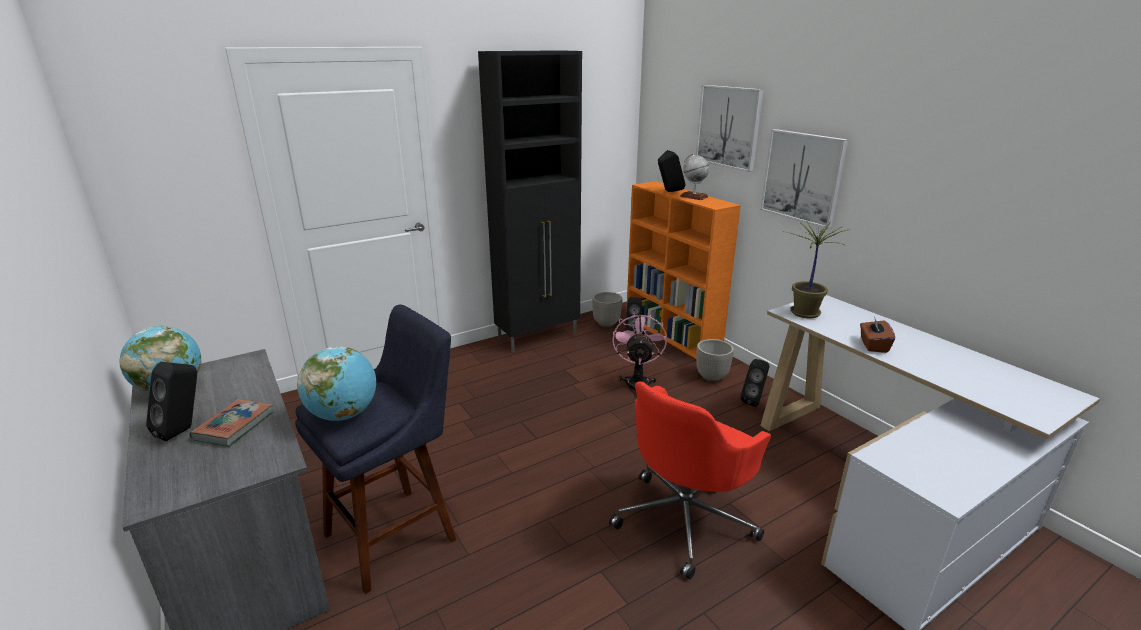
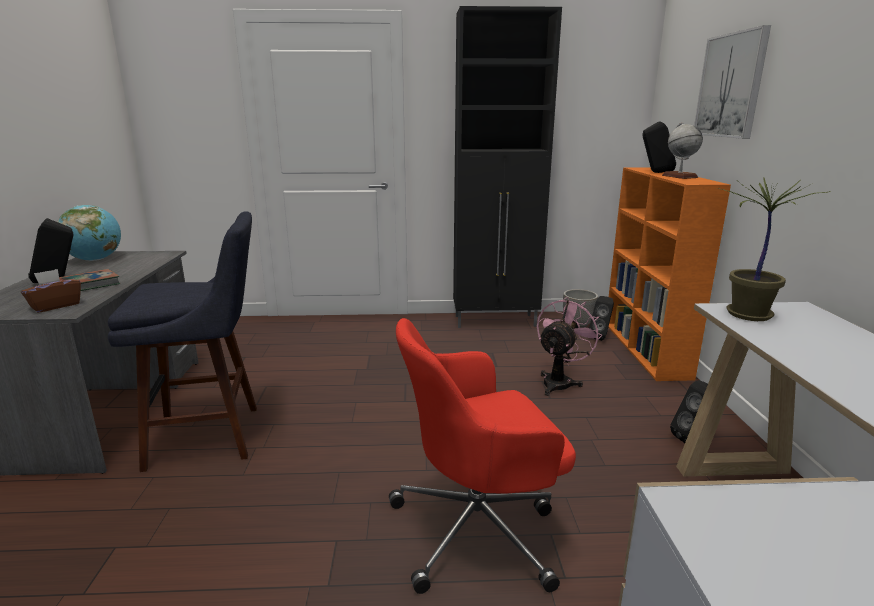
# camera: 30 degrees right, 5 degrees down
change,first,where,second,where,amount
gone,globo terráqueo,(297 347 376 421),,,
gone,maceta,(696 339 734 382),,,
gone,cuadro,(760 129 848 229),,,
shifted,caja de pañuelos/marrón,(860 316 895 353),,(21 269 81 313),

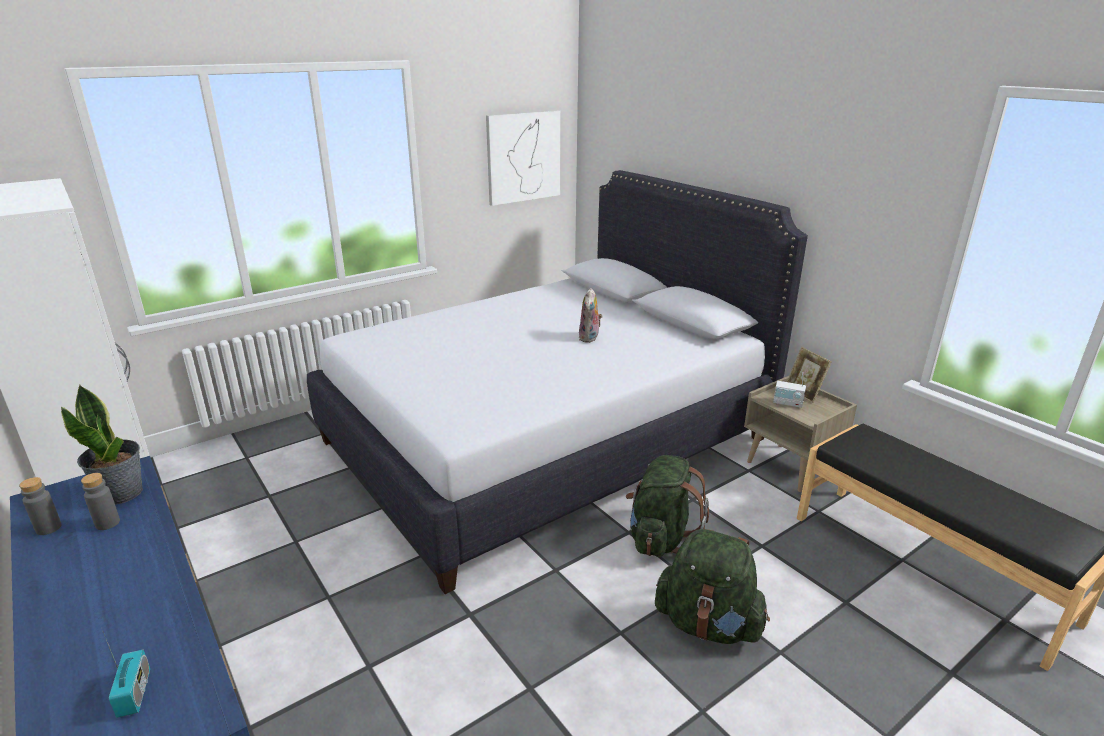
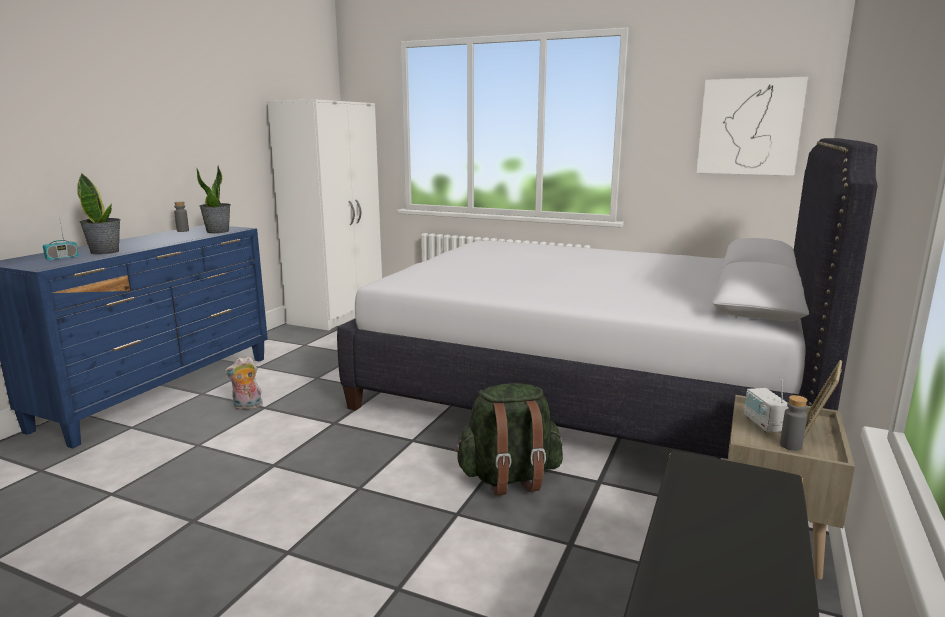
# camera: 60 degrees right, 10 degrees down
change,first,where,second,where,amount
gone,mochila/verde,(655 529 770 644),,,
new,,,planta en maceta,(77 173 121 254),
shifted,botella/gris,(81 473 120 530),,(780 395 808 451),
shifted,peluche,(579 288 603 343),,(224 356 263 410),

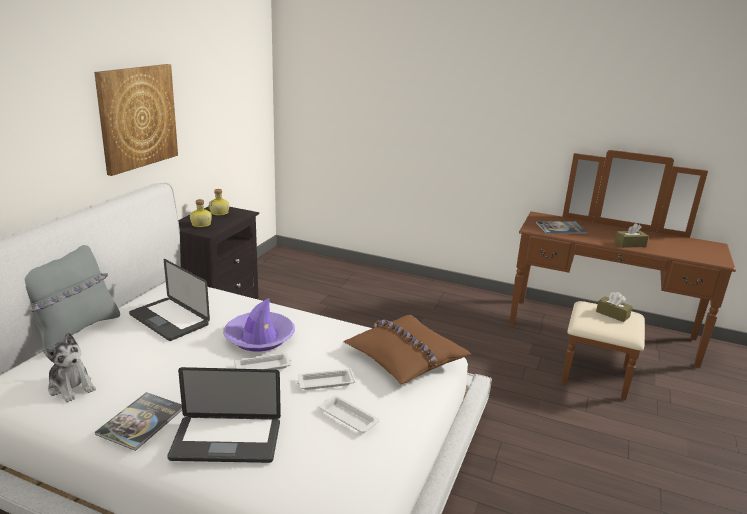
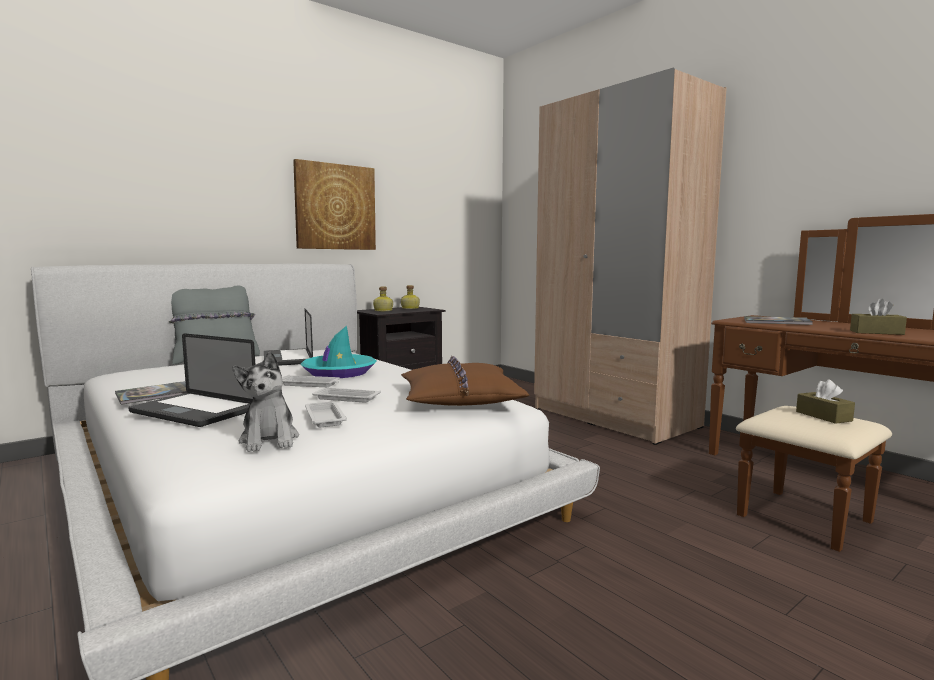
# camera: 30 degrees right, 15 degrees down
change,first,where,second,where,amount
new,,,armario ropero/beis,(534 67 727 445),
shifted,peluche,(43 332 96 402),,(233 351 299 452),
repainted,sombrero/morado,(223 298 295 352),sombrero/turquesa,(301 326 376 378),

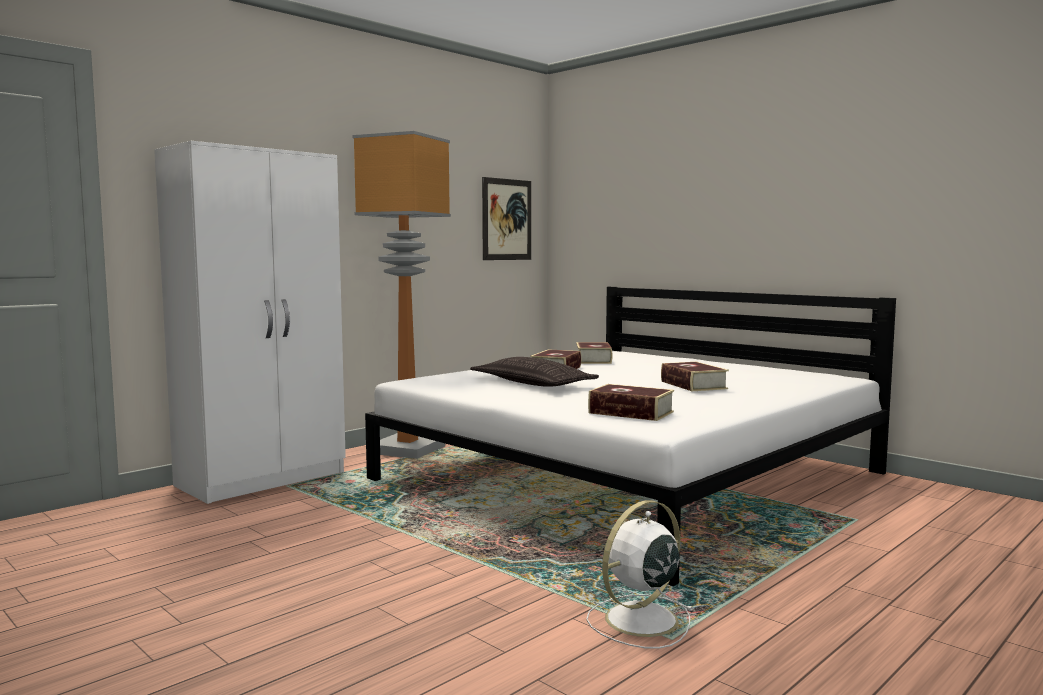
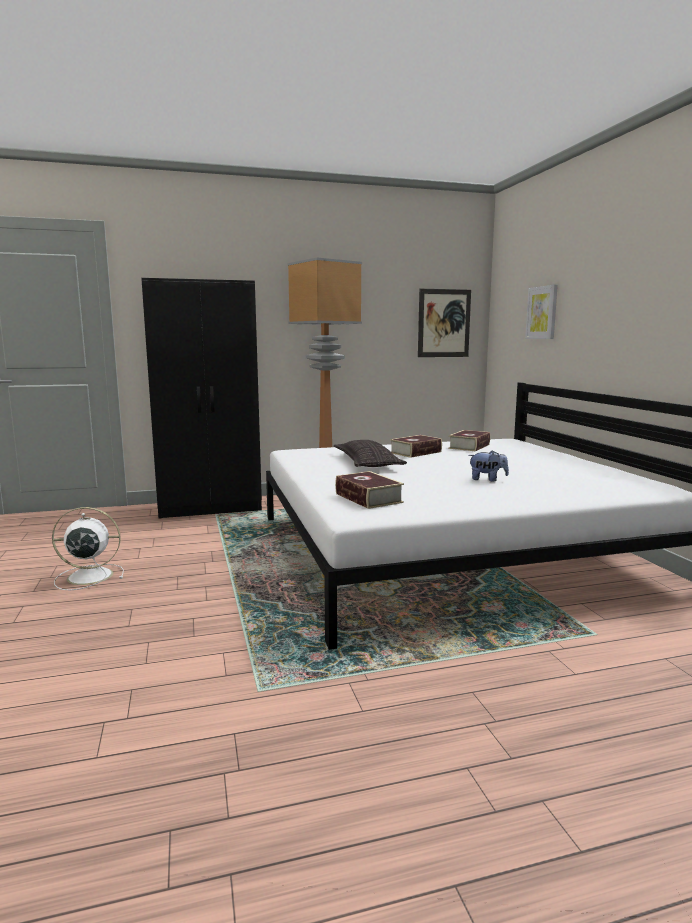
# camera: 30 degrees right, 5 degrees up
change,first,where,second,where,amount
new,,,cuadro,(525 284 558 339),
shifted,ventilador/blanco,(586 500 694 649),,(52 507 124 590),
swapped,libro,(661 362 729 391),peluche,(468 450 509 482),
repainted,armario ropero/blanco,(154 141 346 504),armario ropero/negro,(141 278 262 519),

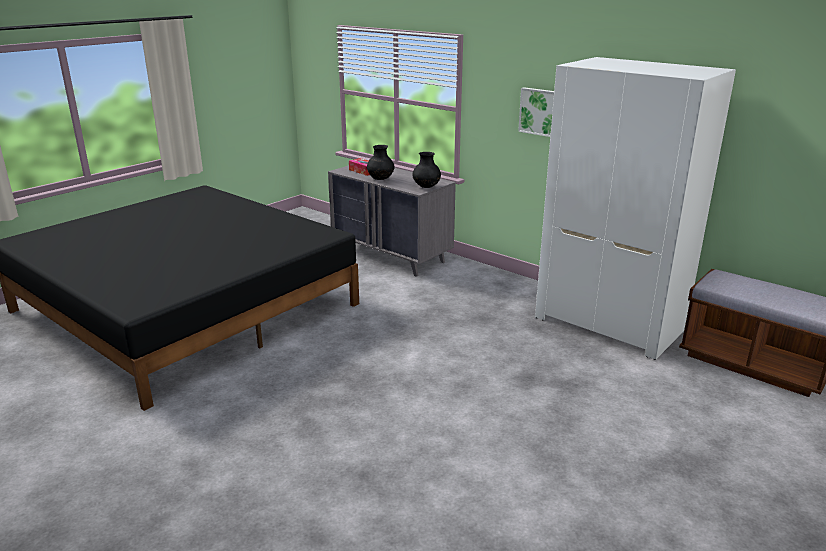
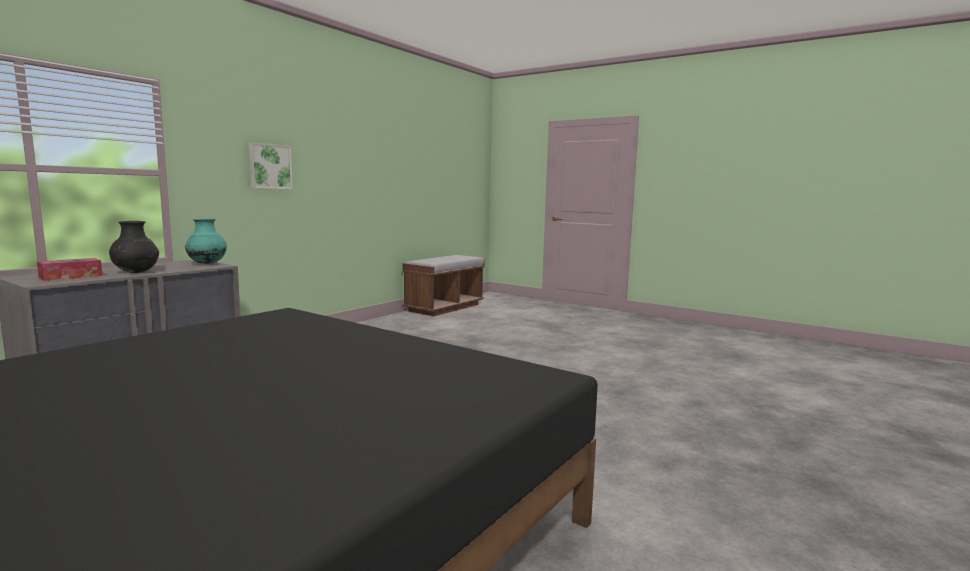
# camera: 95 degrees left, 15 degrees down
change,first,where,second,where,amount
gone,armario ropero/blanco,(535 57 736 360),,,
repainted,florero/negro,(412 152 441 188),florero/turquesa,(185 218 227 264),

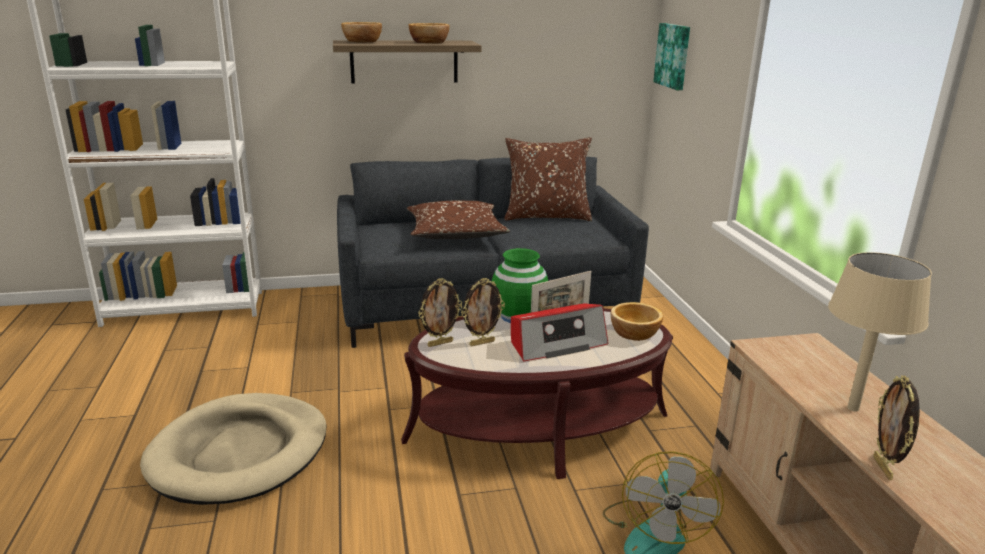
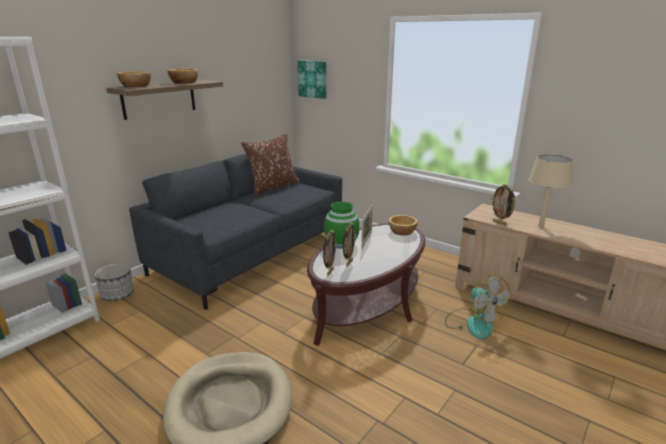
# camera: 40 degrees left, 0 degrees up
change,first,where,second,where,amount
gone,cojín/marrón,(407 201 510 239),,,
gone,radio,(511 303 608 361),,,
new,,,maceta,(94 263 134 301),
shifted,portarretratos,(873 376 920 480),,(491 184 516 226),

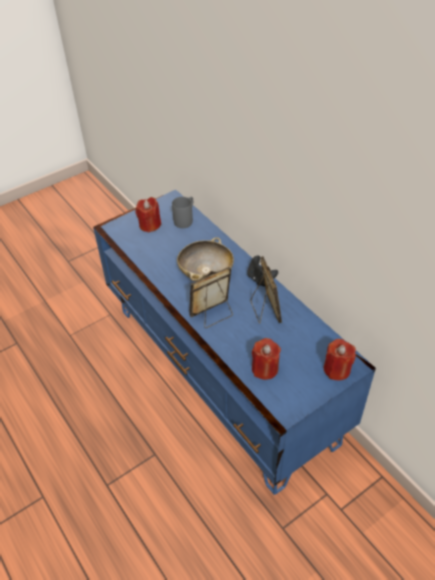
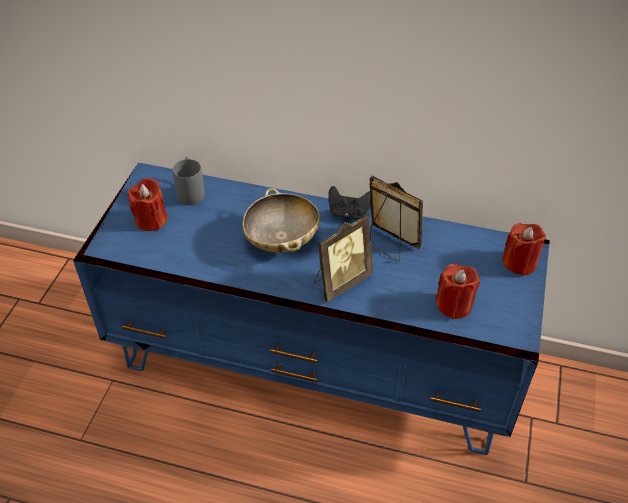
# camera: 40 degrees left, 0 degrees up
change,first,where,second,where,amount
rotated,portarretratos,(189 267 233 328),,(314 213 373 303),150 degrees counterclockwise

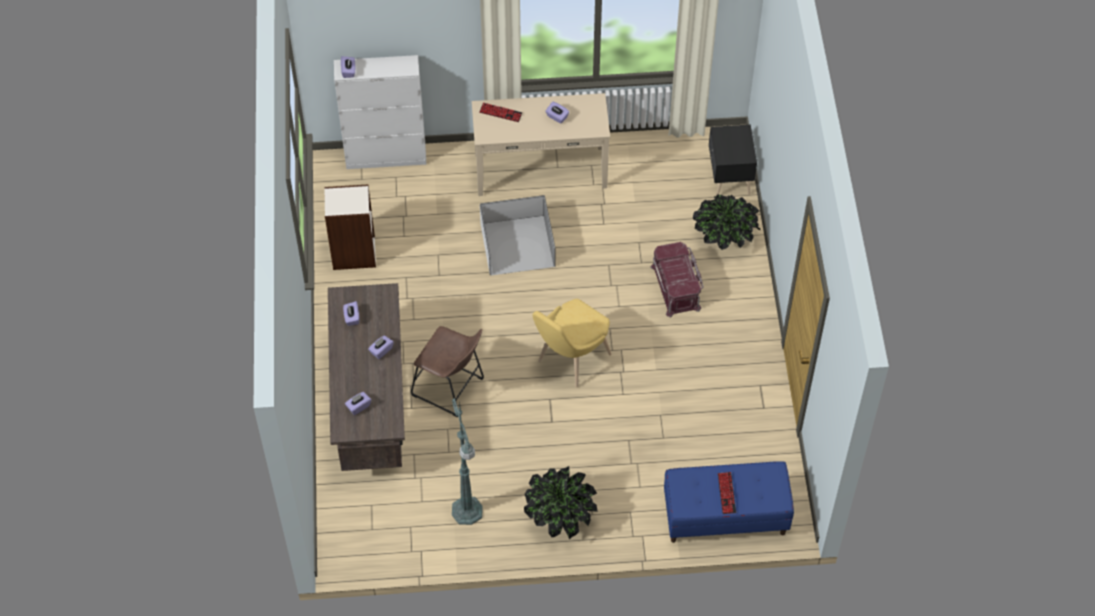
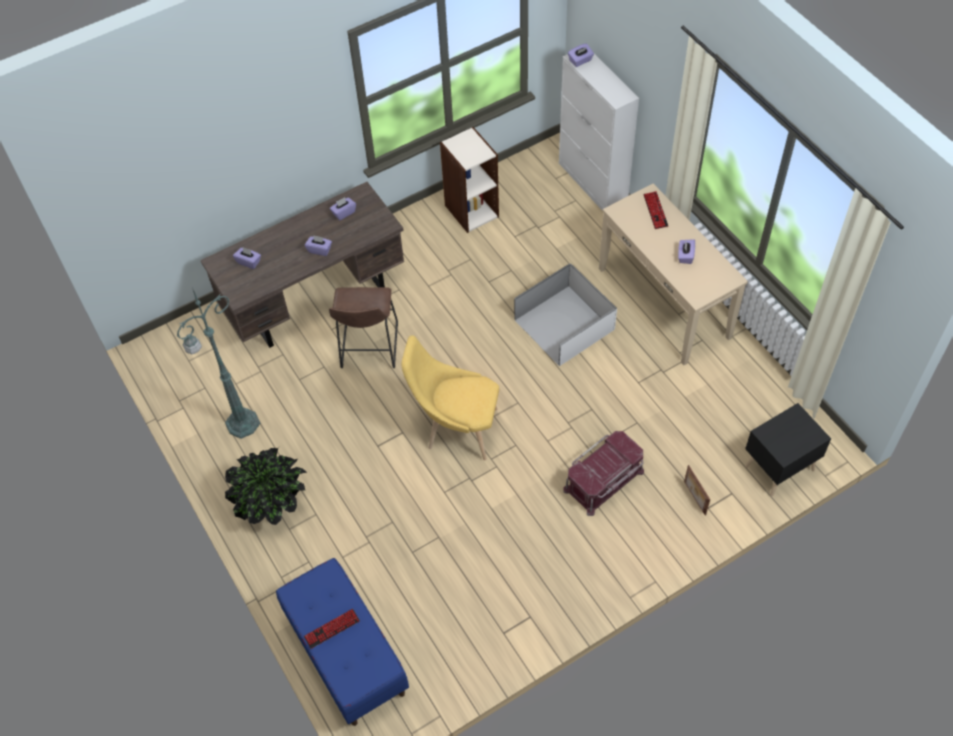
# camera: 65 degrees right, 0 degrees up
change,first,where,second,where,amount
swapped,planta en maceta,(693 195 760 250),portarretratos,(684 465 710 516),

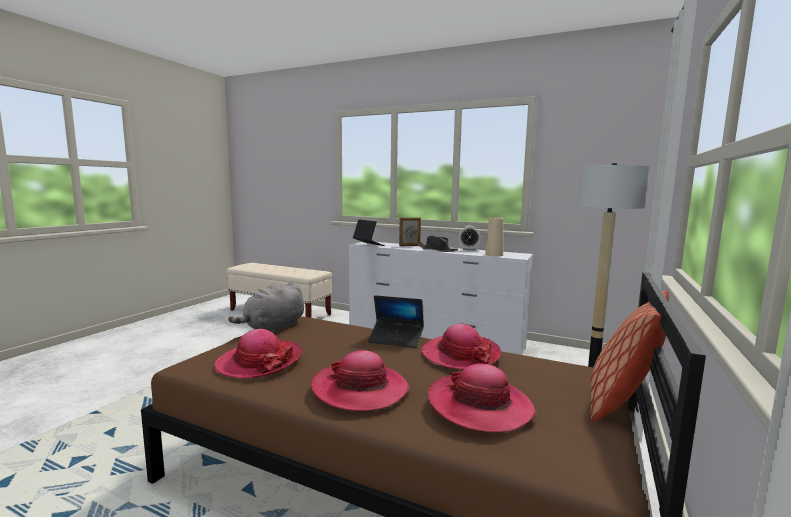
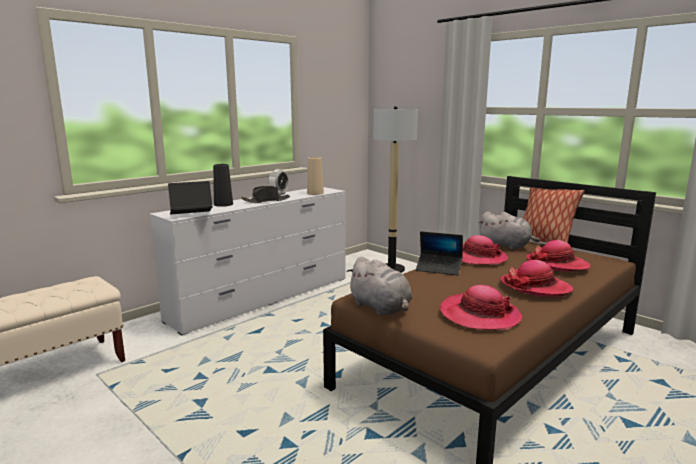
# camera: 70 degrees left, 5 degrees up
change,first,where,second,where,amount
new,,,peluche/gris,(478 211 540 250),
swapped,portarretratos,(399 218 421 246),florero/negro,(213 164 233 207),
rotated,portátil,(368 295 424 348),,(416 231 463 275),75 degrees clockwise

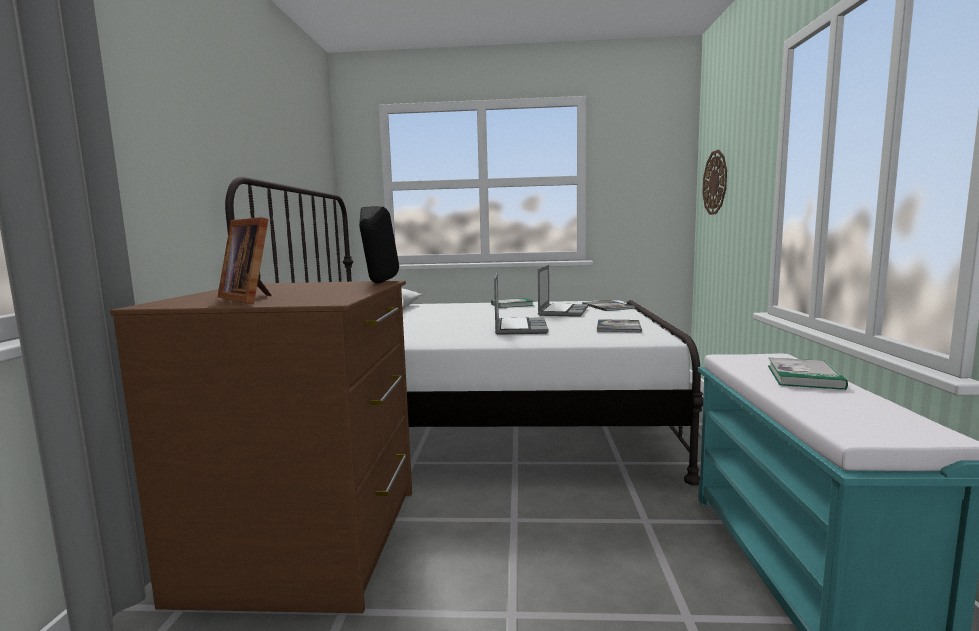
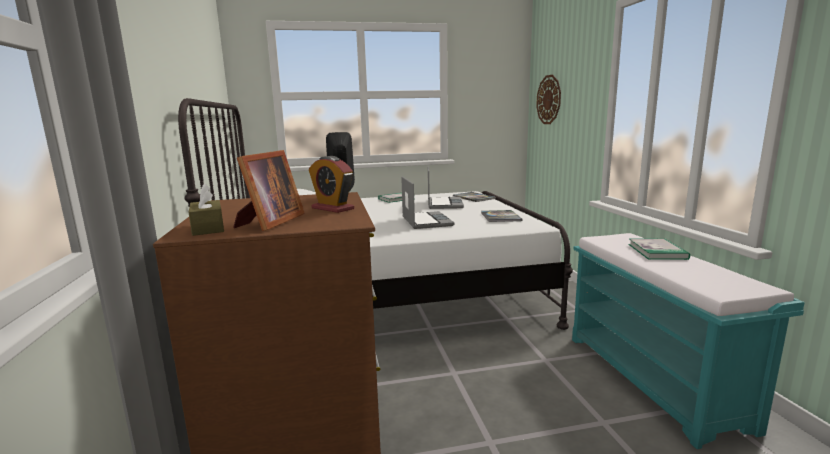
# camera: 15 degrees left, 5 degrees up
change,first,where,second,where,amount
new,,,caja de pañuelos/marrón,(188 183 224 236),
new,,,despertador,(309 156 354 213),
rotated,portarretratos,(217 217 272 304),,(233 150 305 231),105 degrees counterclockwise

